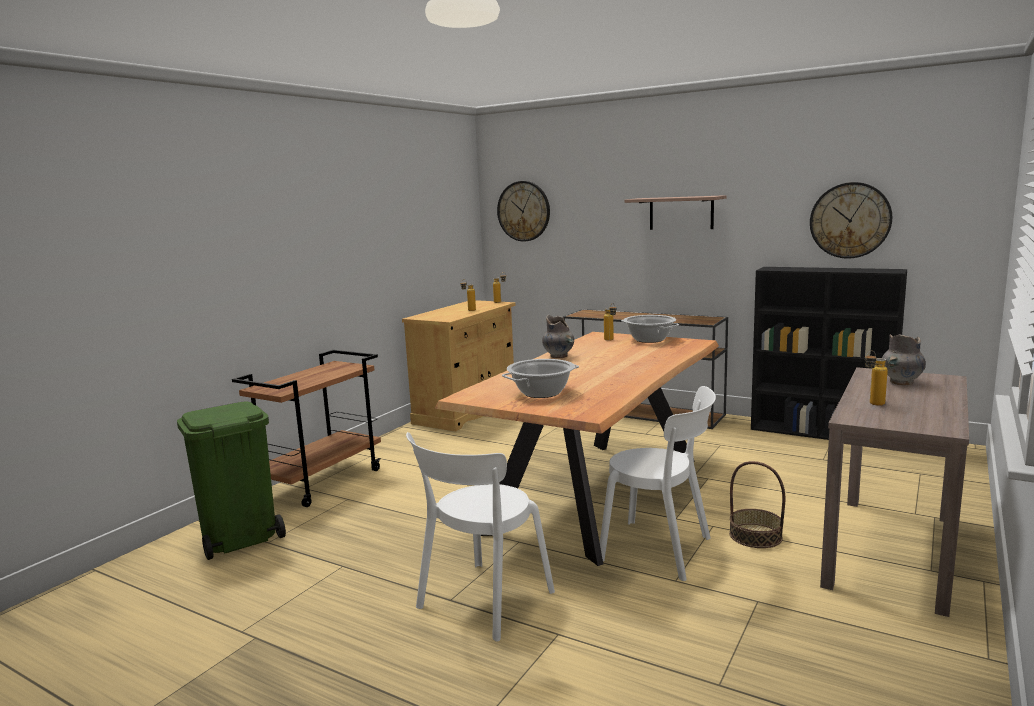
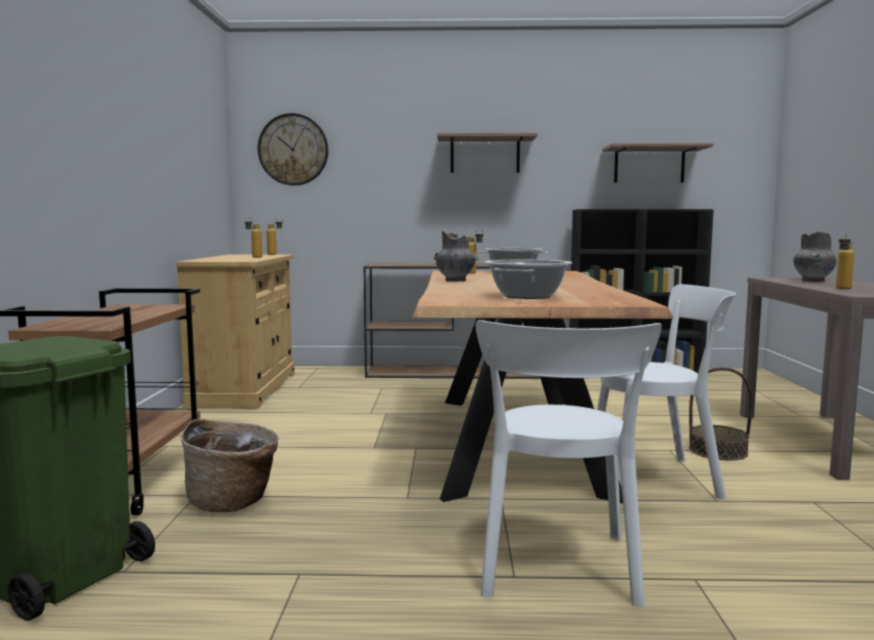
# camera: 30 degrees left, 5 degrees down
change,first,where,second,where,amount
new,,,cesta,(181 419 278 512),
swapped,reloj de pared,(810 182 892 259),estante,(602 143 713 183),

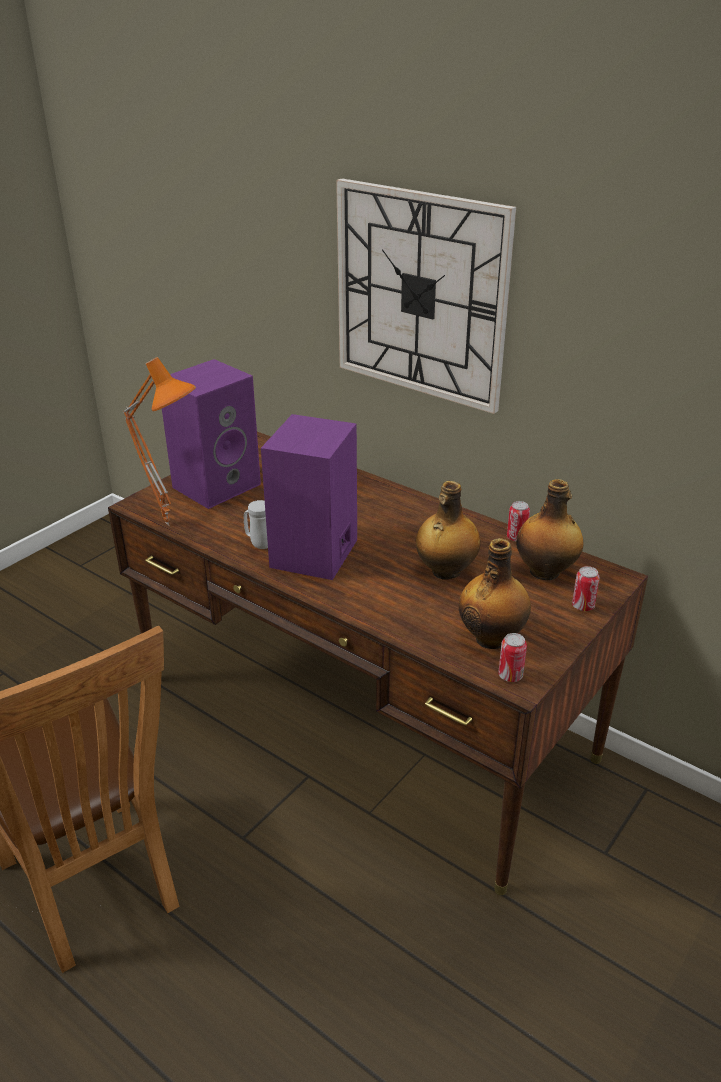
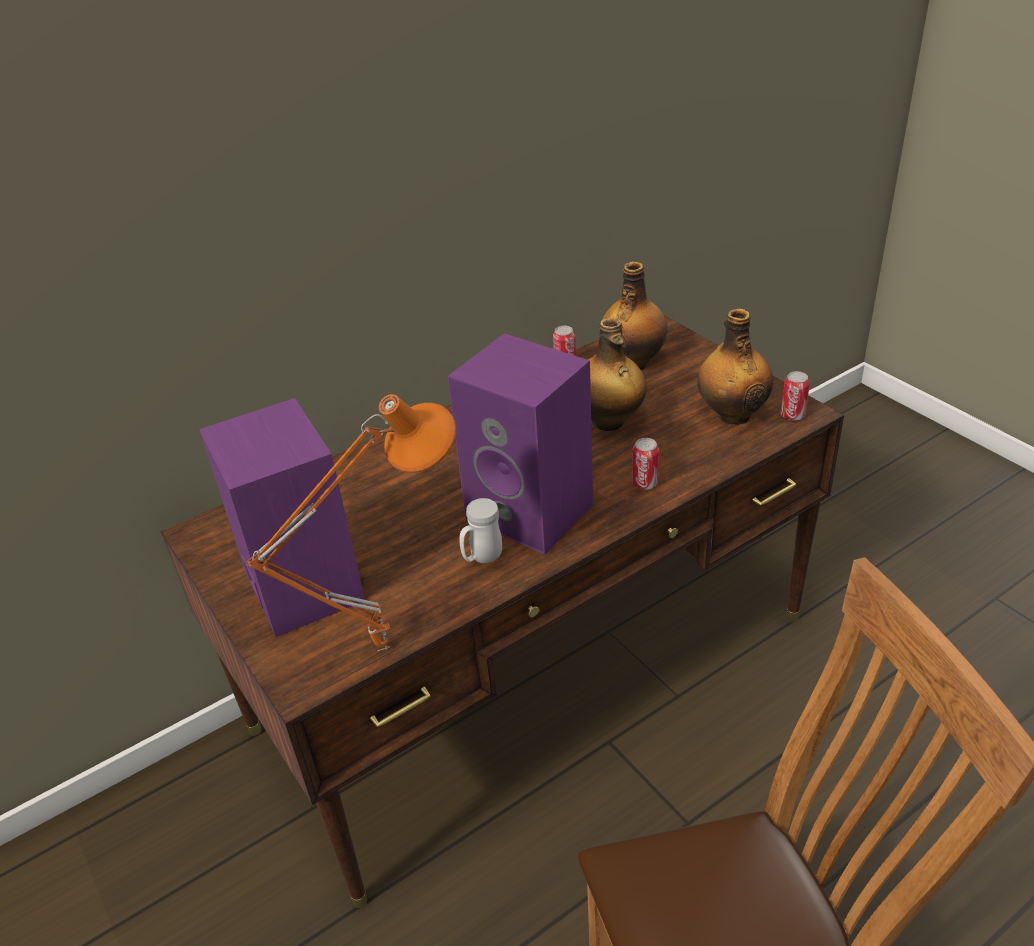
# camera: 70 degrees left, 5 degrees up
change,first,where,second,where,amount
gone,reloj de pared,(336 178 516 414),,,
shifted,lata,(572 566 600 611),,(632 438 659 490),

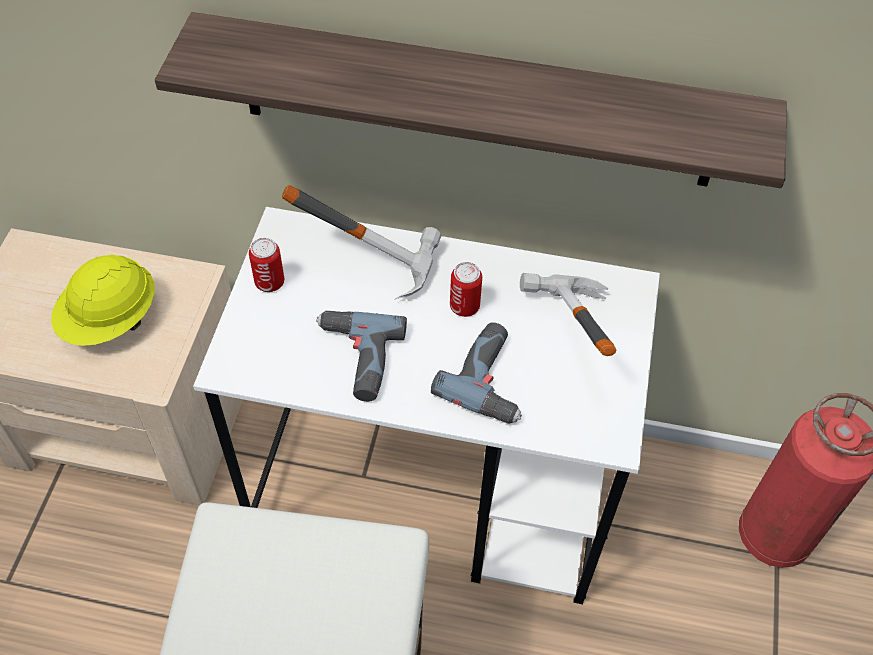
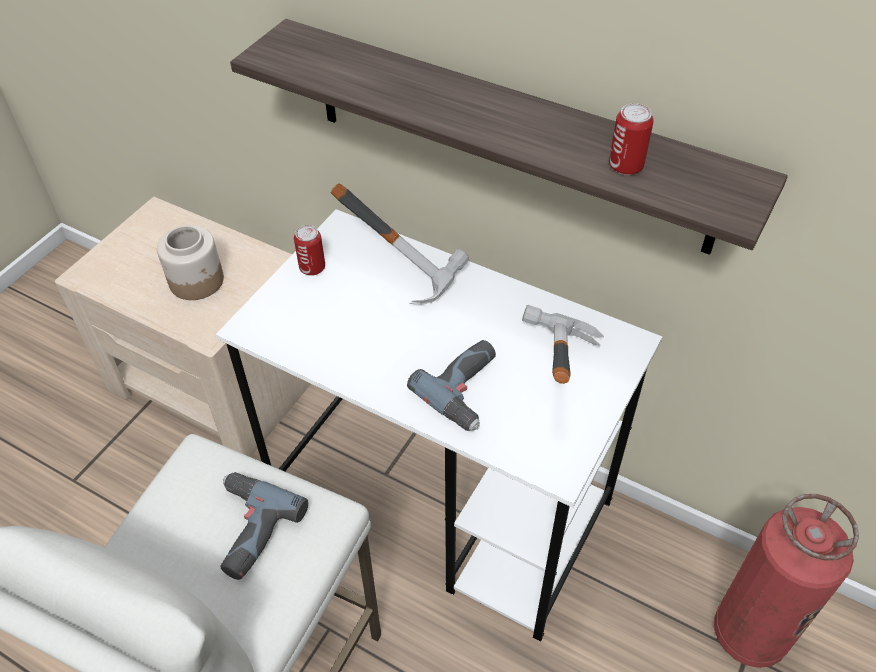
# camera: 20 degrees right, 5 degrees down
change,first,where,second,where,amount
shifted,taladro,(316 311 407 402),,(221 472 308 580),
shifted,lata,(450 262 482 317),,(609 103 654 175),
swapped,casco/amarillo,(51 254 155 346),tarro,(157 225 224 300),

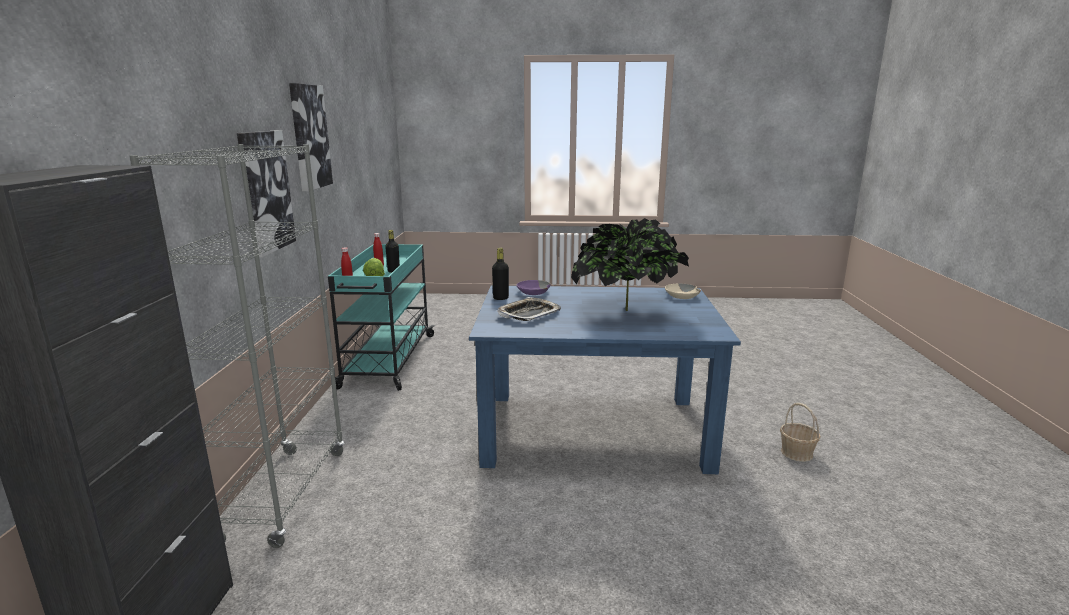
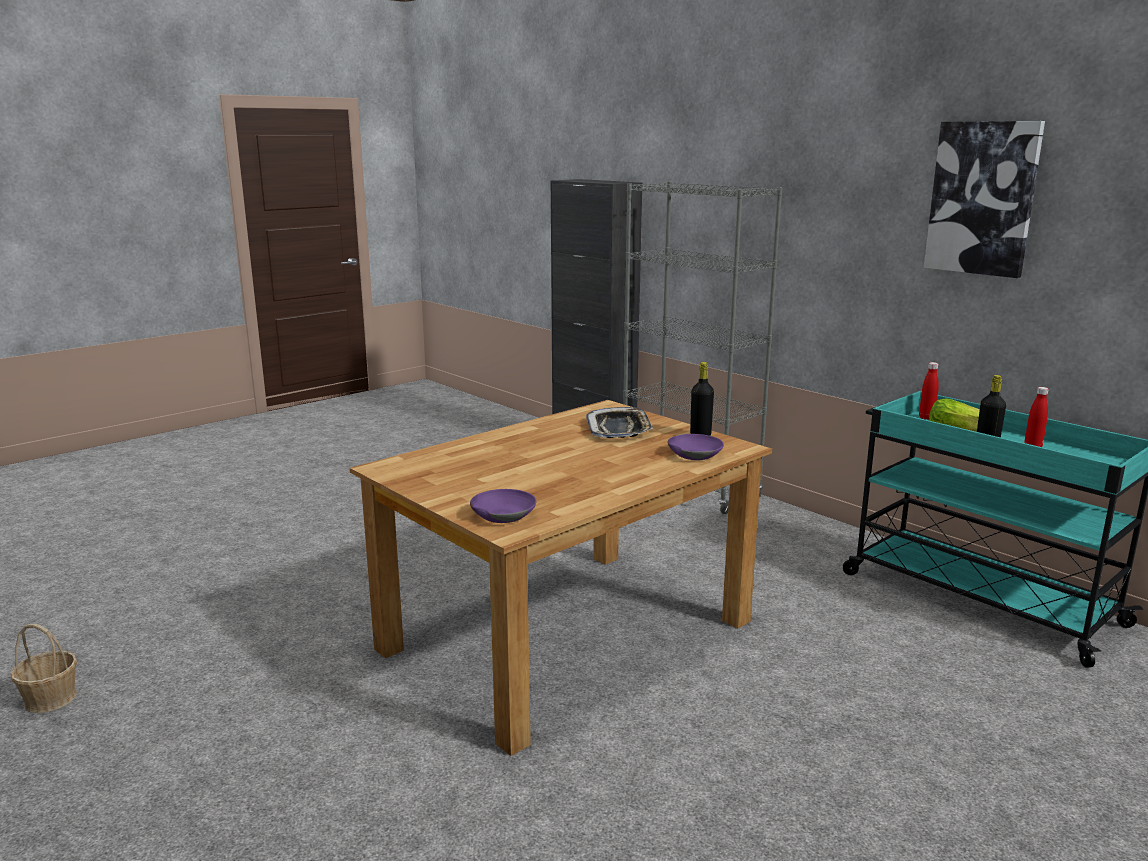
# camera: 135 degrees right, 0 degrees up
change,first,where,second,where,amount
gone,cuadro,(237 130 296 257),,,
gone,planta en maceta,(571 218 689 311),,,
shifted,cesta,(780 403 821 462),,(11 624 77 713),
repainted,mesa de comedor/azul,(469 285 741 474),mesa de comedor/marrón,(350 400 772 756),
repainted,cuenco/beis,(665 284 701 299),cuenco/morado,(470 489 536 523),

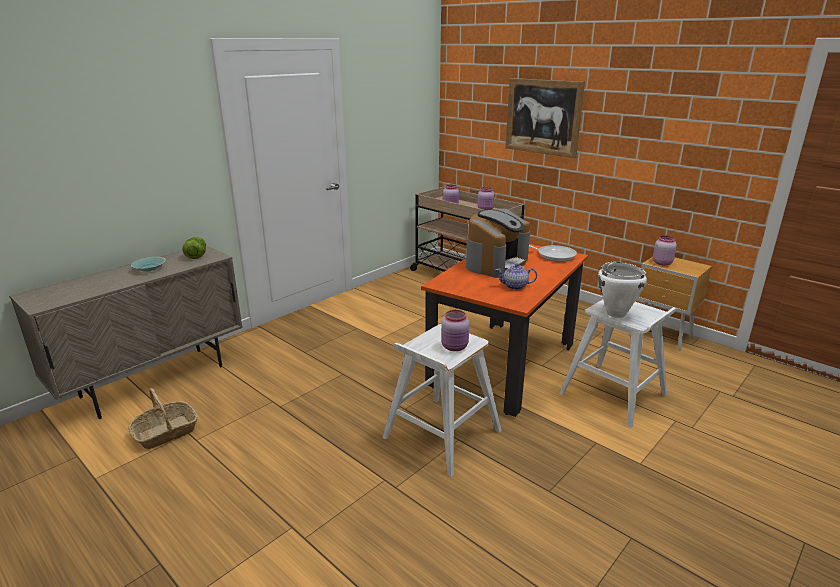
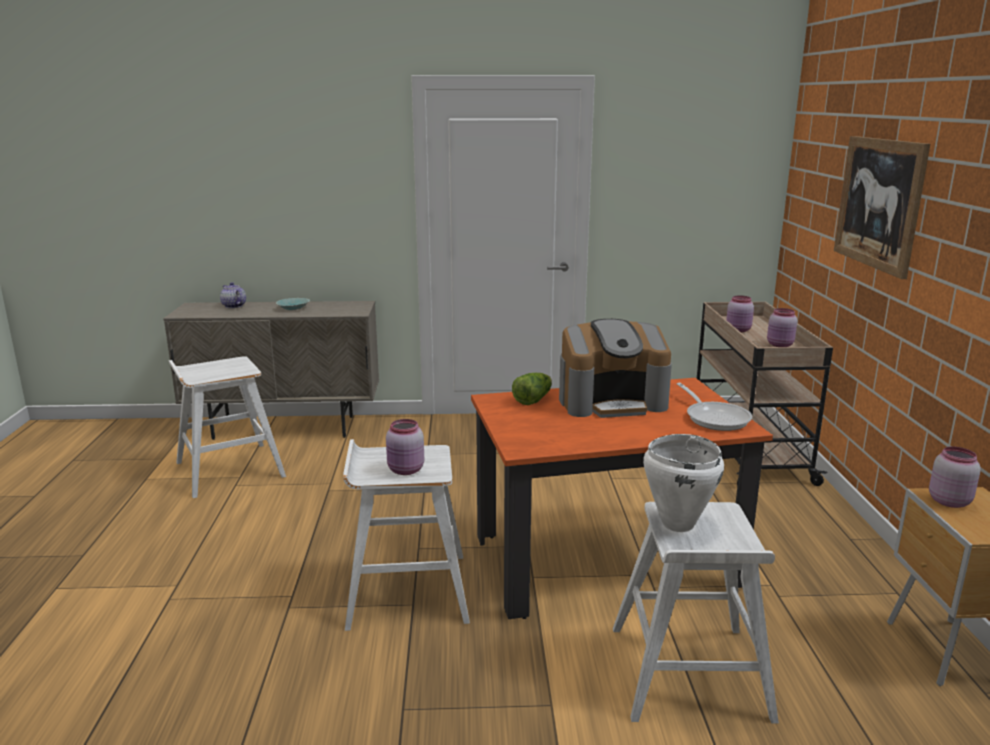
# camera: 45 degrees right, 5 degrees down
change,first,where,second,where,amount
shifted,lechuga,(182 237 206 259),,(512 373 552 405),
shifted,tetera,(495 263 537 290),,(220 282 246 308),
swapped,cesta,(128 388 198 449),taburete/blanco,(169 356 286 498),

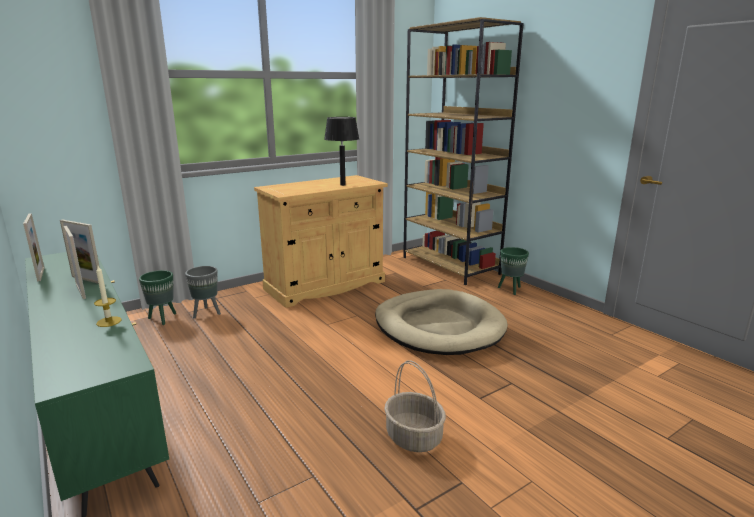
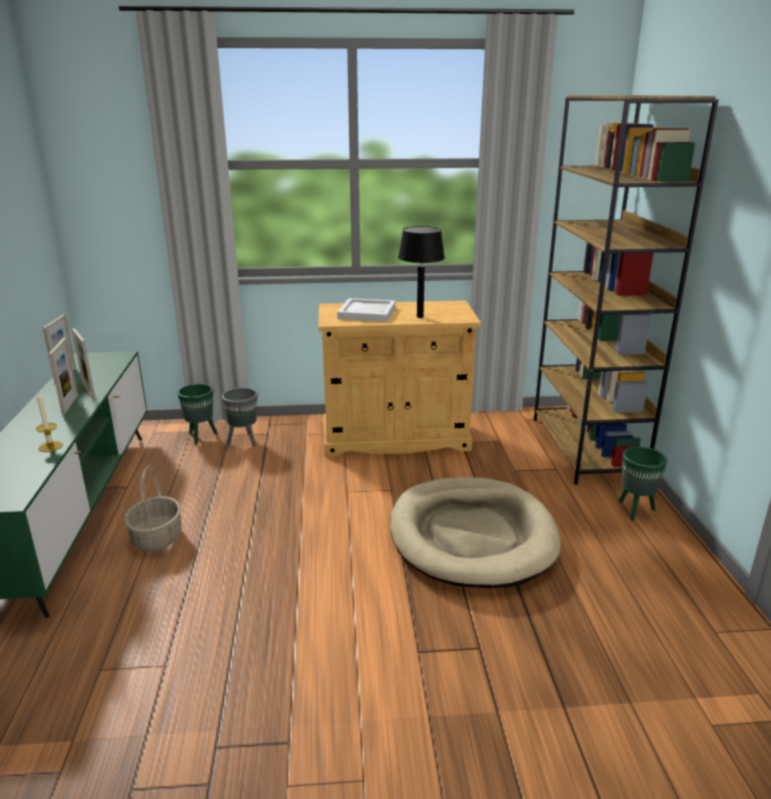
# camera: 30 degrees right, 5 degrees up
change,first,where,second,where,amount
new,,,bandeja/blanco,(337 298 396 322),
shifted,cesta,(384 360 446 452),,(124 465 182 551),

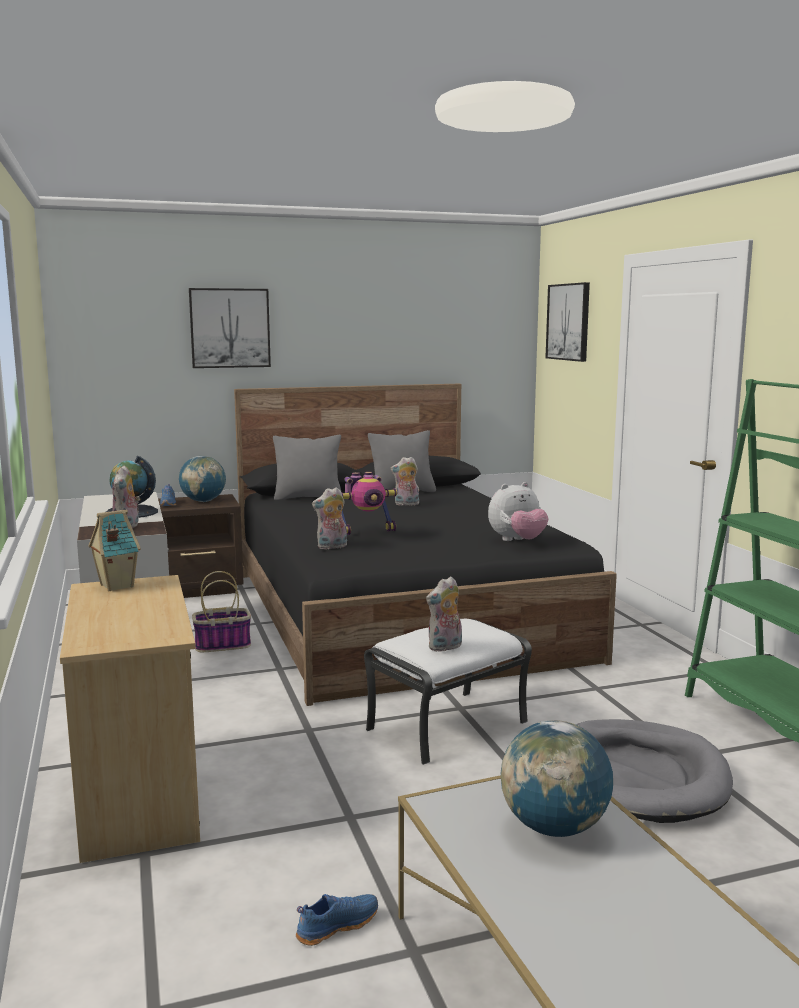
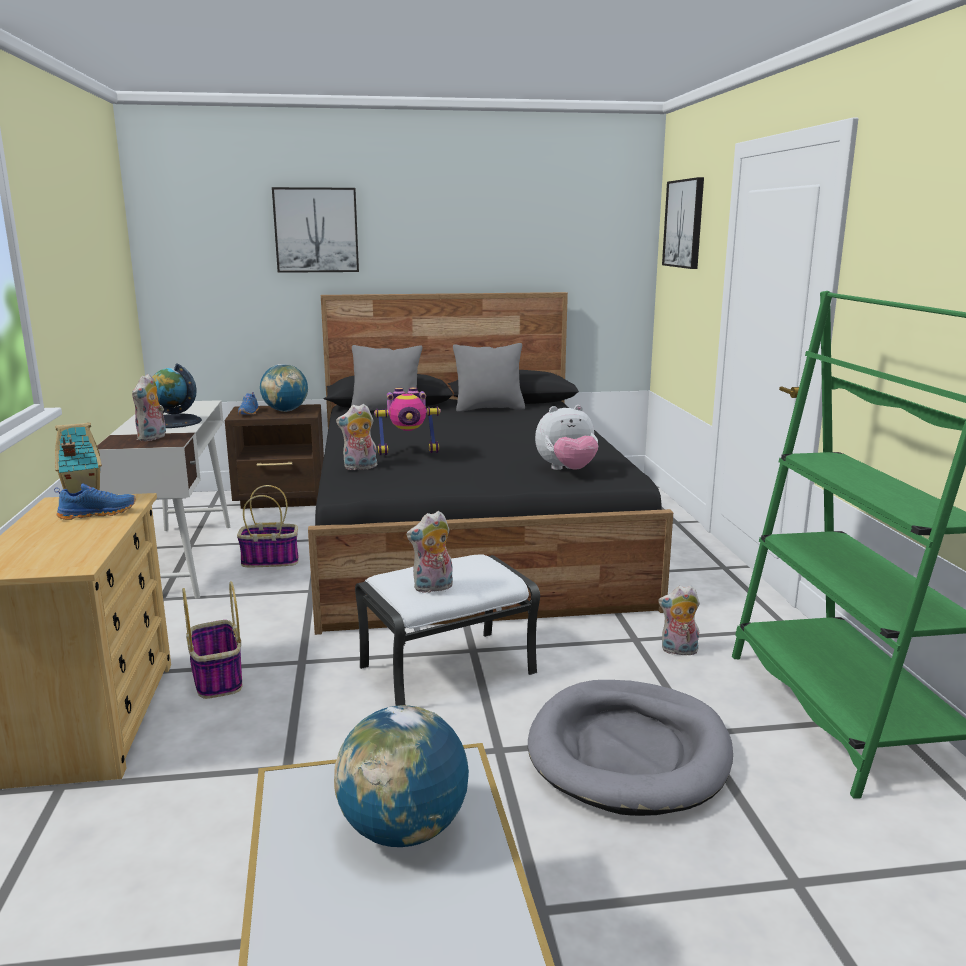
# camera: 10 degrees right, 5 degrees up
change,first,where,second,where,amount
new,,,cesta,(182 581 242 699),
shifted,zapato/azul,(296 894 378 946),,(54 483 136 520),
shifted,peluche,(391 457 419 506),,(658 586 700 655),

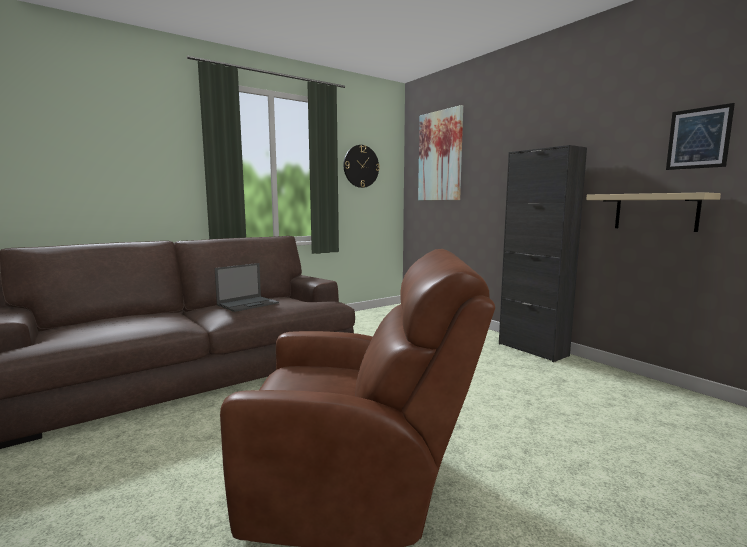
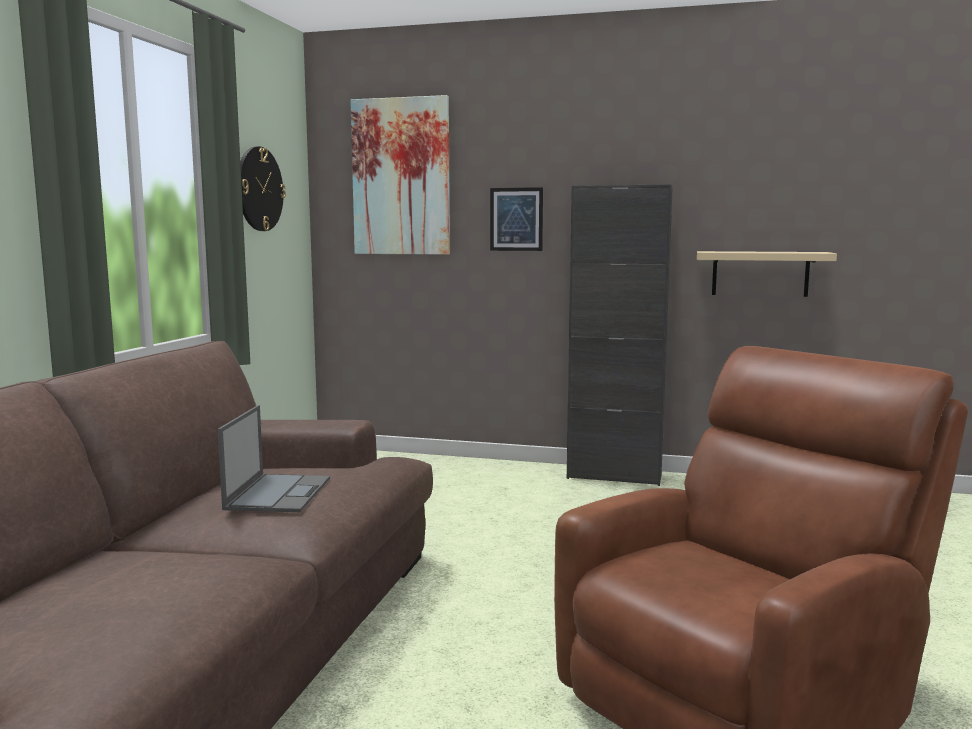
# camera: 40 degrees left, 0 degrees up
change,first,where,second,where,amount
shifted,cuadro,(666 103 735 170),,(490 187 543 251),

